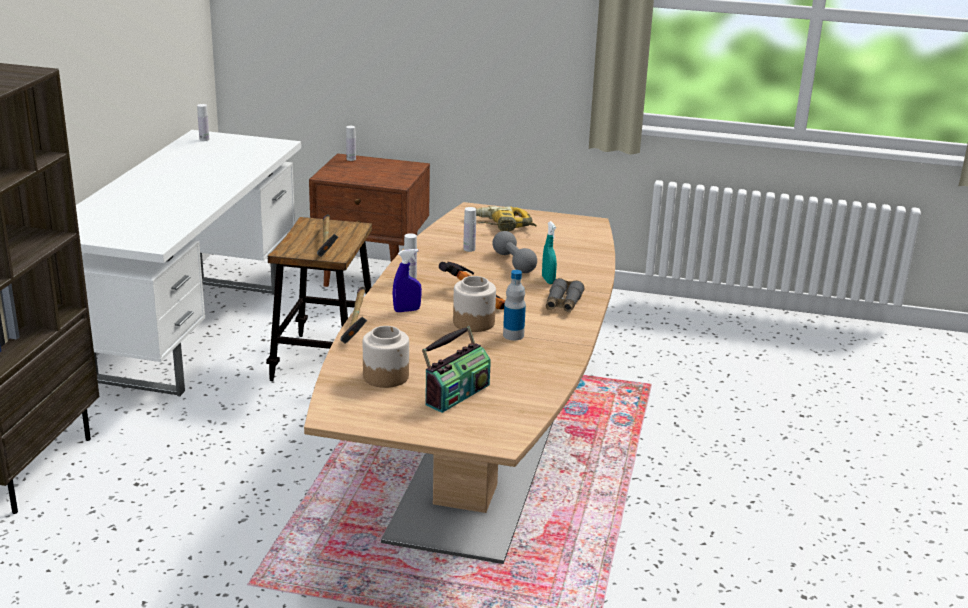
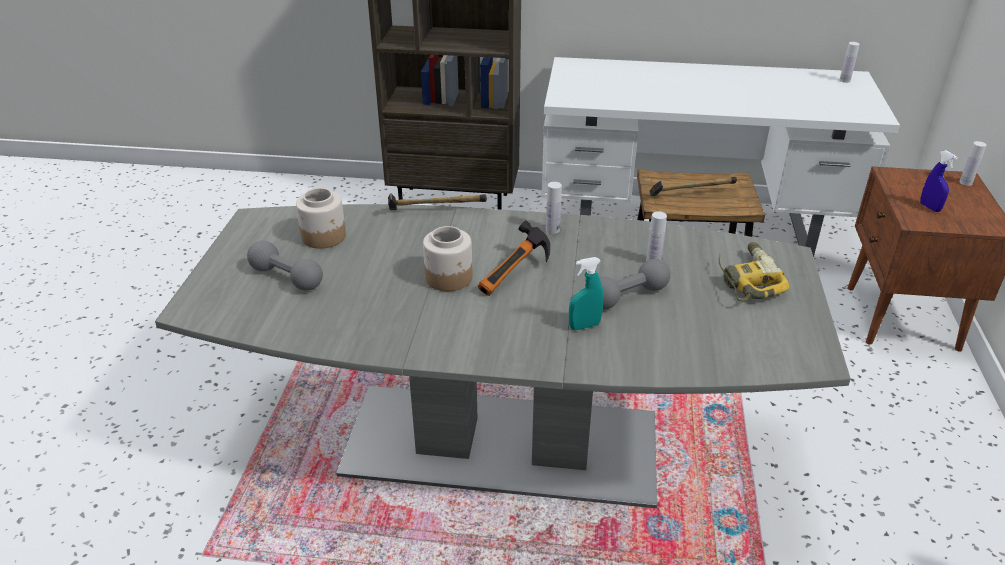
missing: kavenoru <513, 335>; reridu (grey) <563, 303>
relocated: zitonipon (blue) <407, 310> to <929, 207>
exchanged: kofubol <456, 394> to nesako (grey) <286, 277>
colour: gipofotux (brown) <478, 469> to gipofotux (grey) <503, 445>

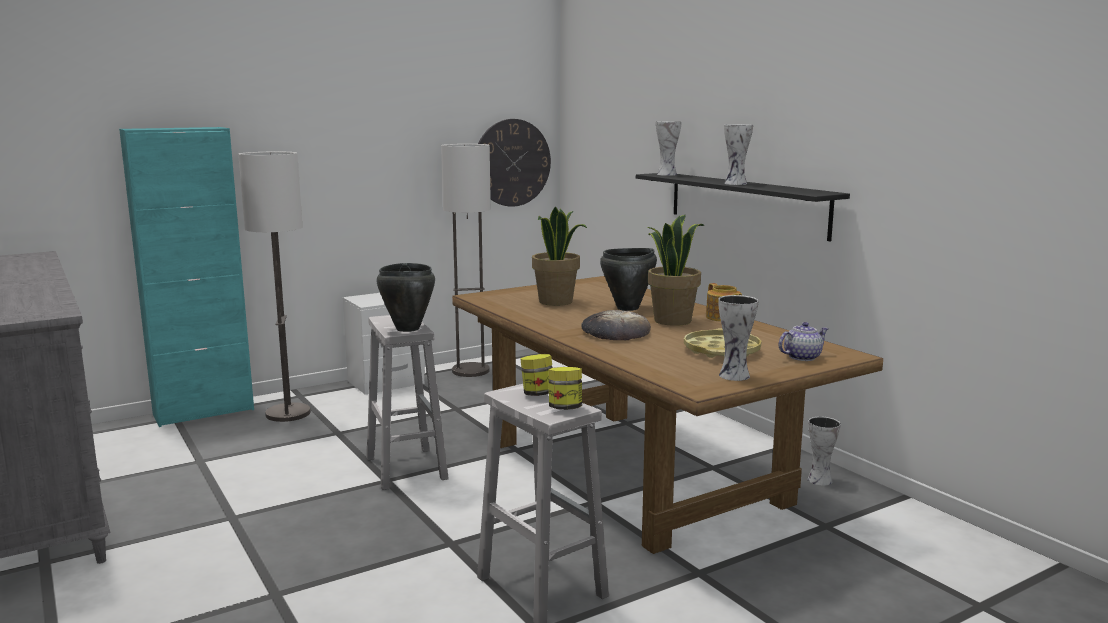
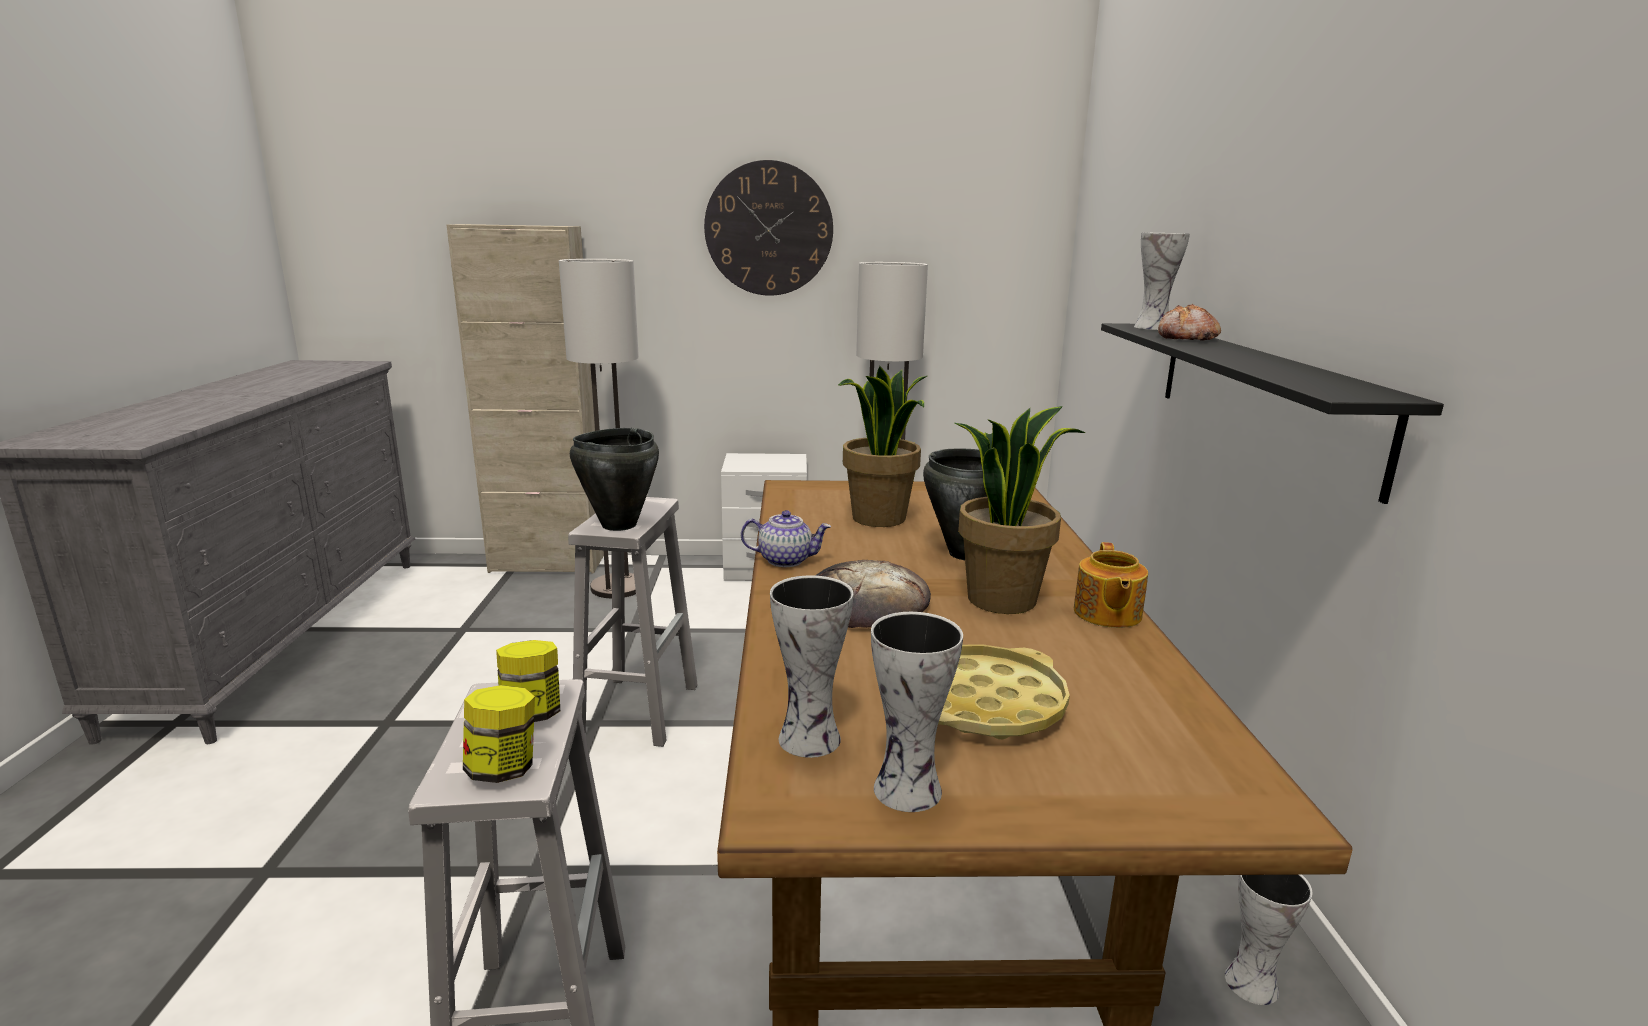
appeared: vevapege <1186, 338>
relocated: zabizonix <512, 163> to <769, 229>; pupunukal <802, 357> to <786, 560>; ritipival <736, 183> to <809, 741>
colour: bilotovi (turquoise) <204, 412> to bilotovi (beige) <547, 564>

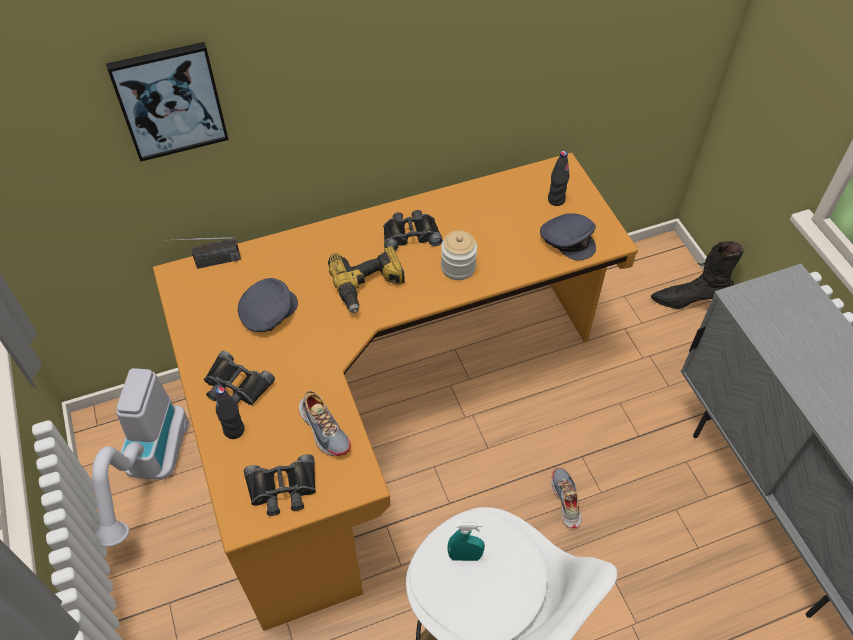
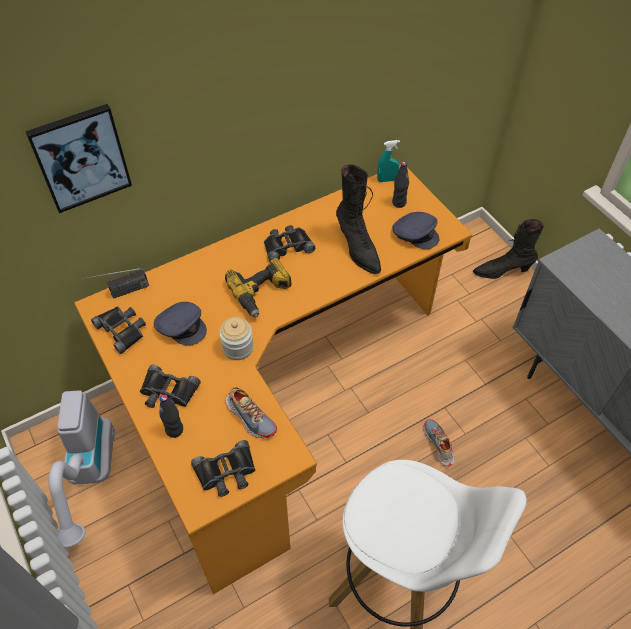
appeared: reridu (black) <122, 330>; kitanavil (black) <357, 249>
relocated: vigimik <458, 267> to <238, 347>; zitonipon (turquoise) <465, 556> to <387, 180>
spun: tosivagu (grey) <268, 312> = <182, 326> 90 degrees clockwise

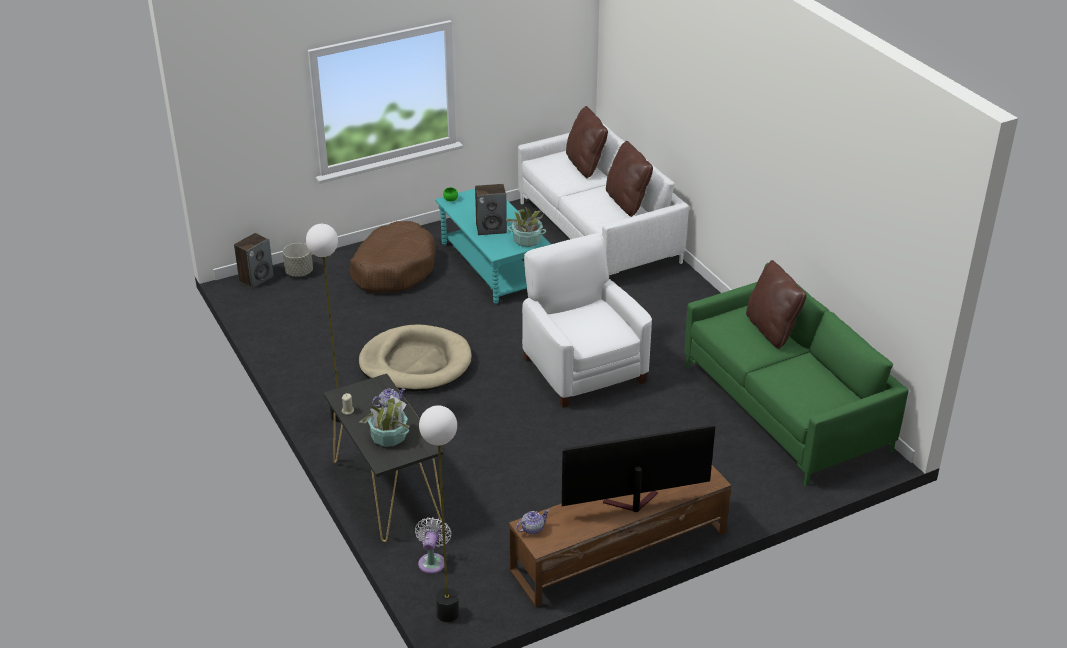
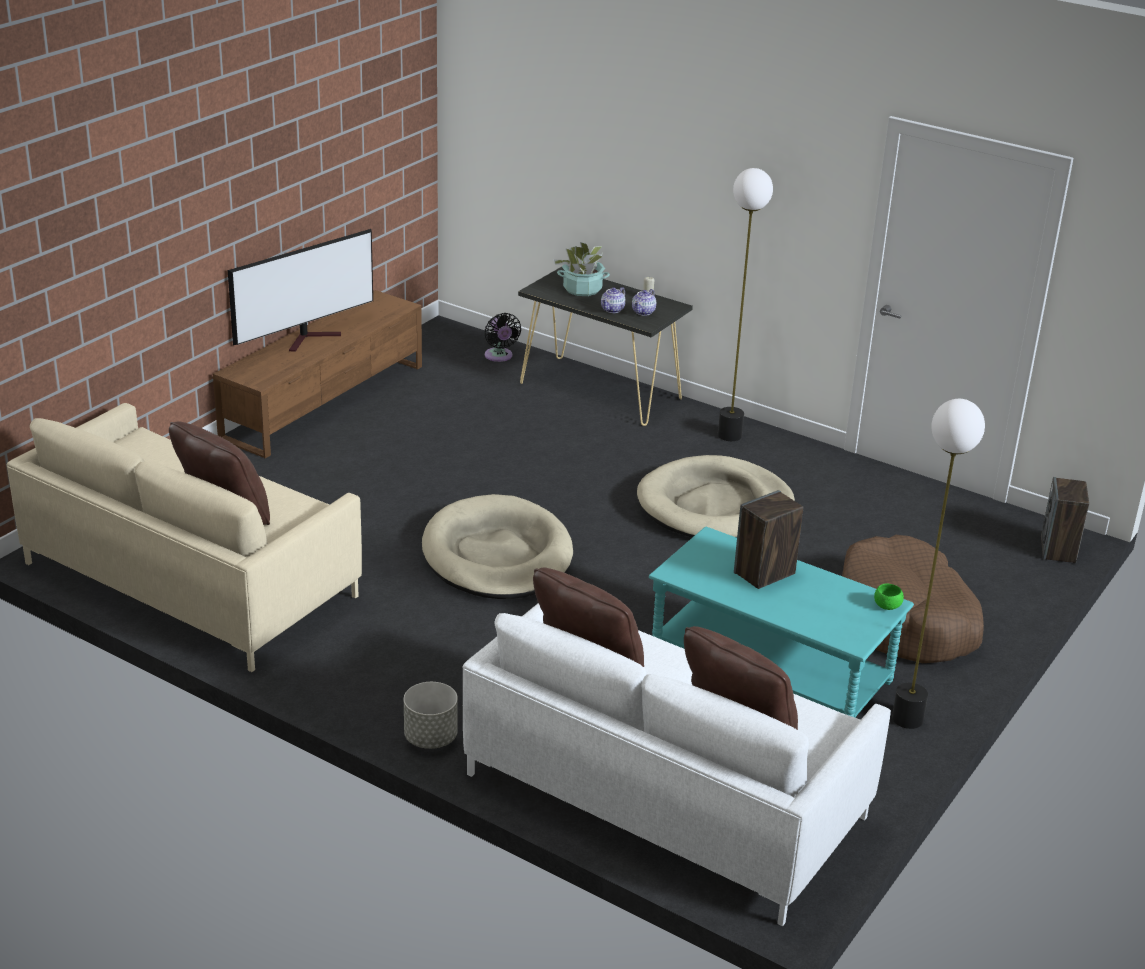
missing: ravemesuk <527, 240>
relocated: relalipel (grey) <299, 272> to <430, 738>; pupunukal <532, 529> to <643, 312>; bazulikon <447, 613> to <908, 718>
exchanged: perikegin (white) <583, 369> to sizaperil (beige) <498, 555>
colour: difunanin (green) <785, 408> to difunanin (beige) <190, 579>; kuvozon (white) <432, 561> to kuvozon (black) <499, 356>

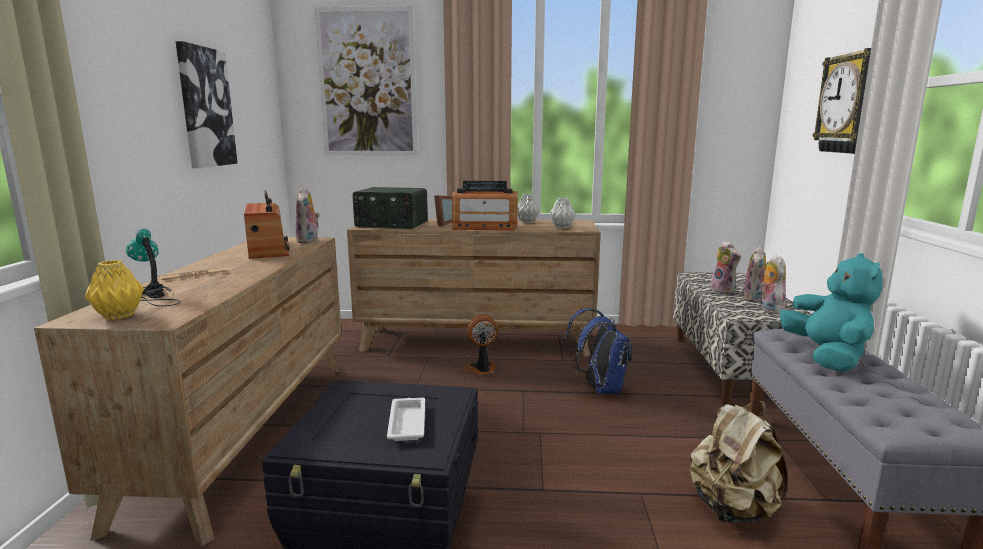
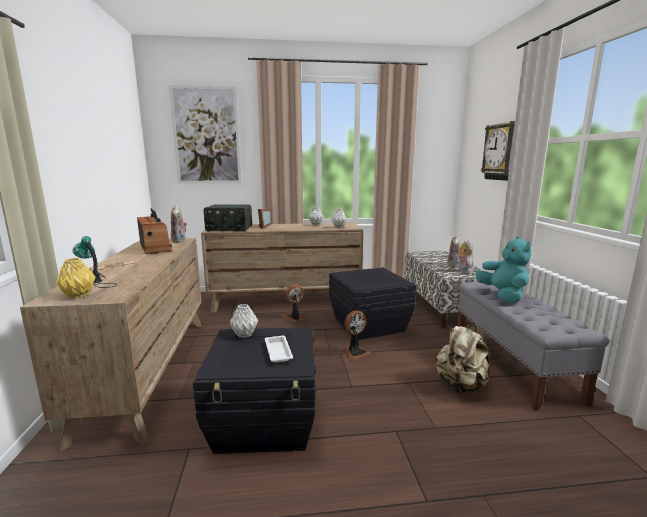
missing: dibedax <205, 107>; kofubol <485, 227>; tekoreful <724, 290>
appeared: ritipival (grey) <245, 334>; kuvozon <355, 353>
exchanged: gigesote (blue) <599, 388> to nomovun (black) <369, 324>

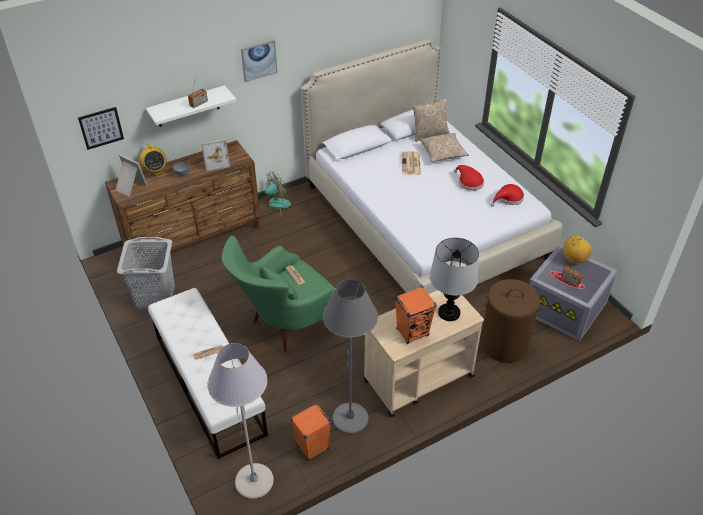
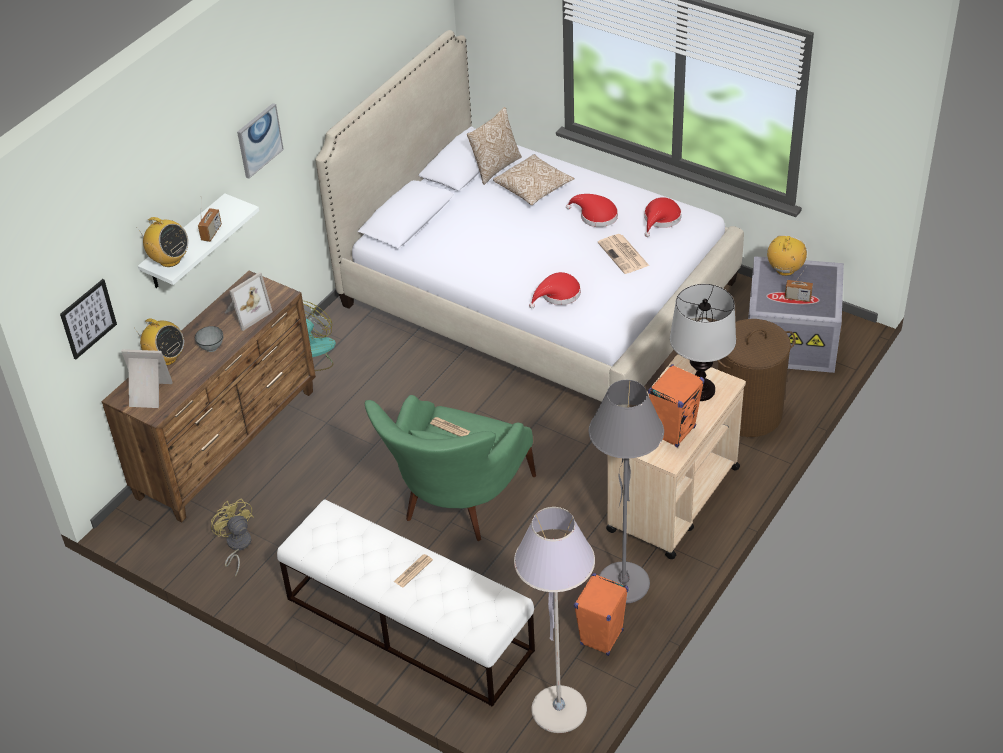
appeared: kofubol <169, 260>; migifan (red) <558, 295>
relocated: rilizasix <411, 164> to <624, 255>
exchanged: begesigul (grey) <155, 297> to kuvozon (yellow) <237, 546>

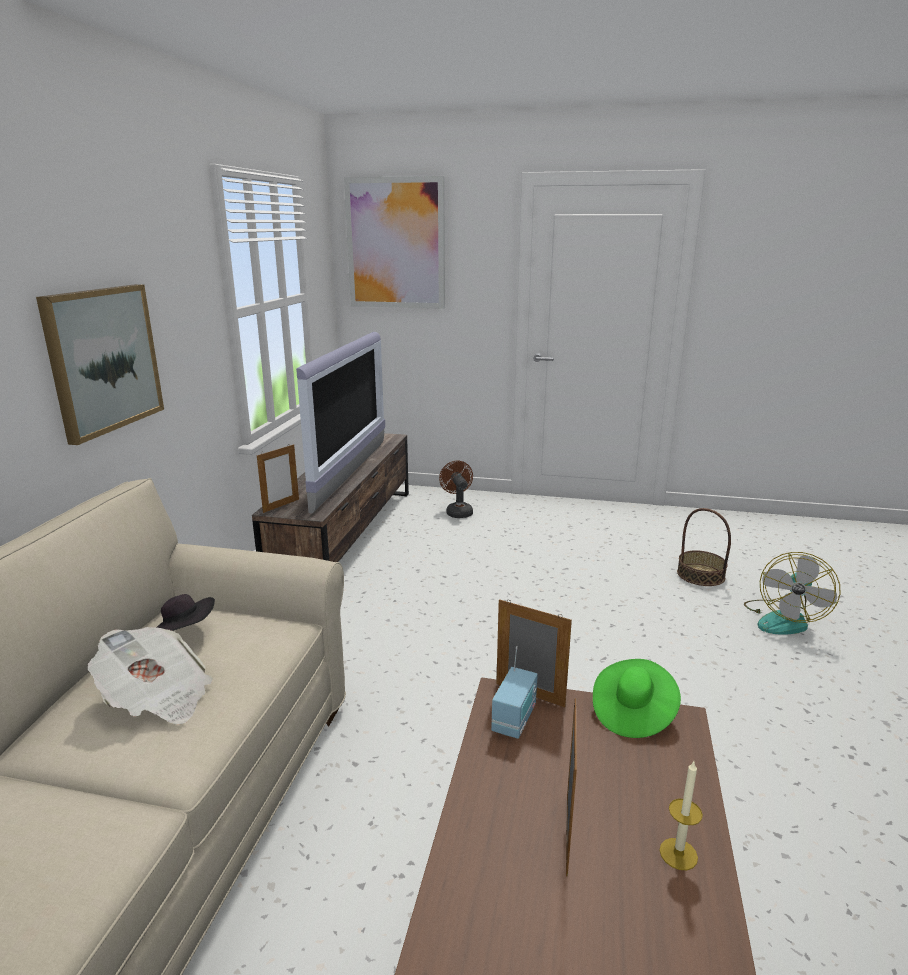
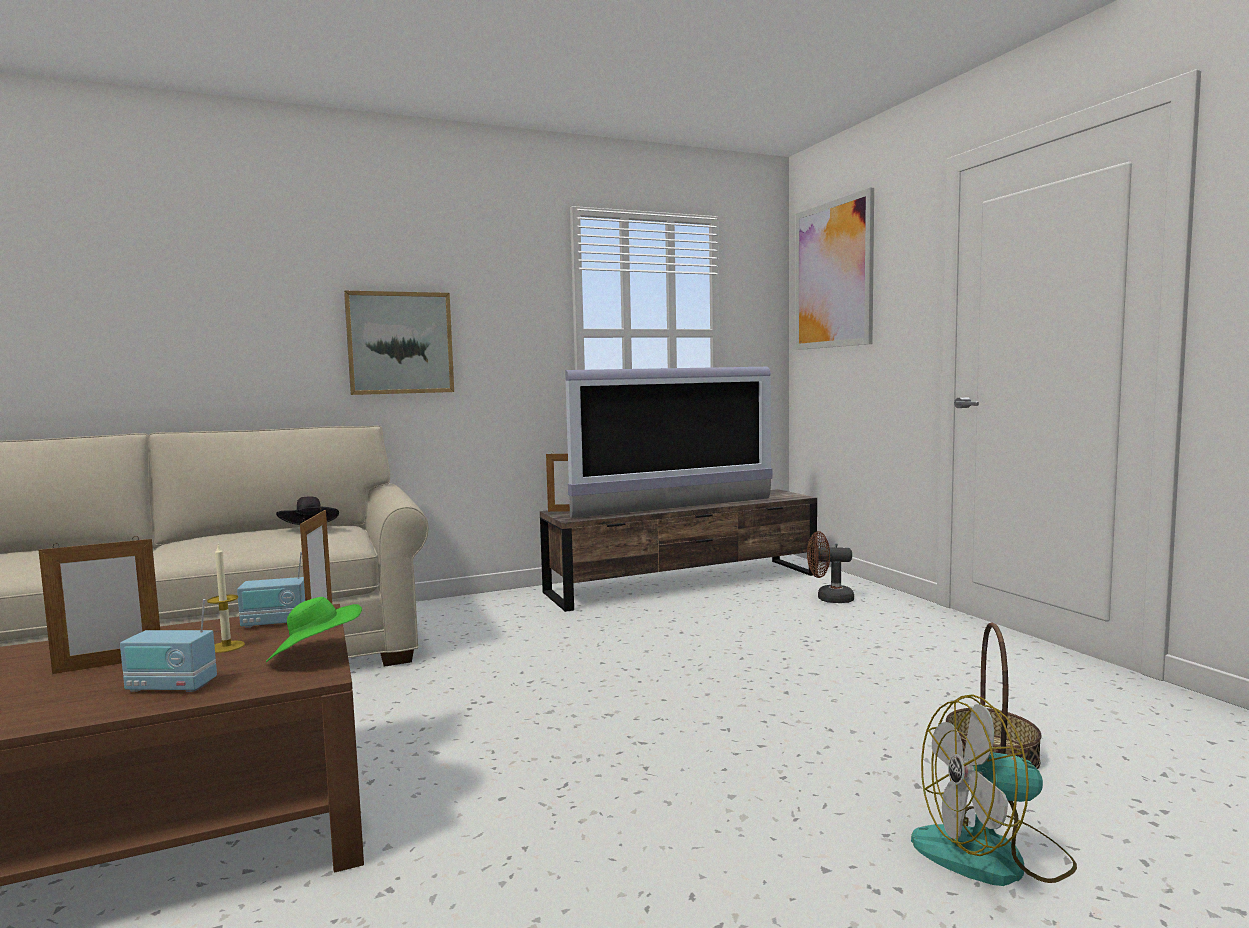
missing: rilizasix <157, 698>
appeared: kofubol <171, 687>
relocated: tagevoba <678, 854> to <226, 647>
spun: kuvozon (brown) <458, 511> = <829, 599> 120 degrees counterclockwise

